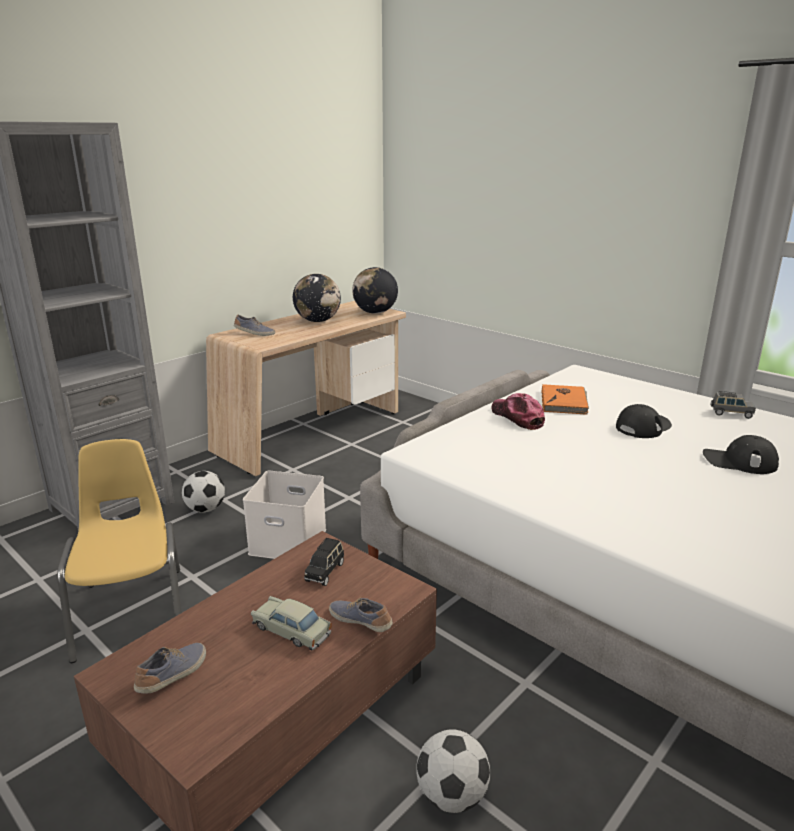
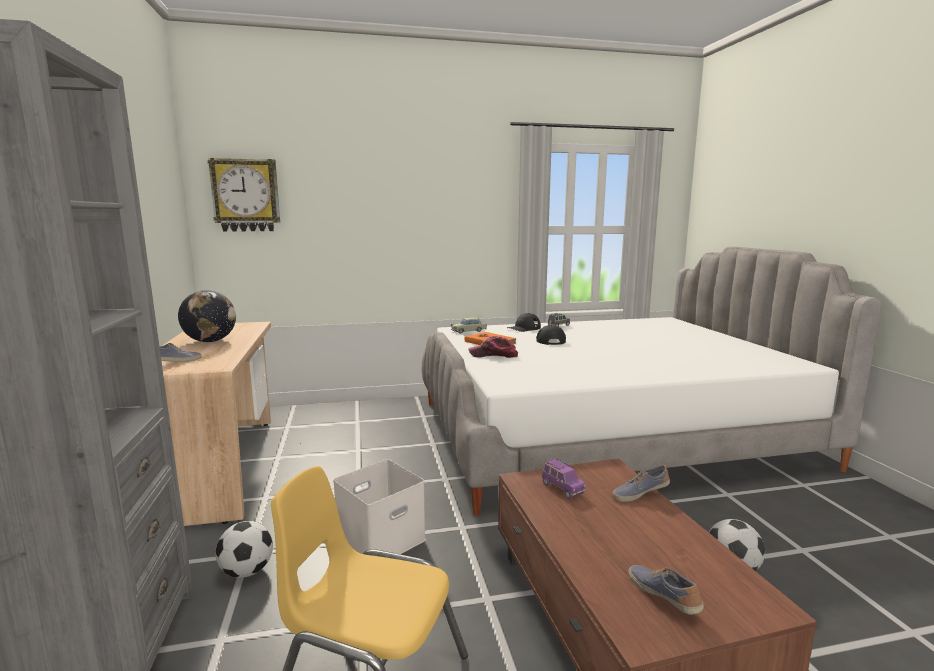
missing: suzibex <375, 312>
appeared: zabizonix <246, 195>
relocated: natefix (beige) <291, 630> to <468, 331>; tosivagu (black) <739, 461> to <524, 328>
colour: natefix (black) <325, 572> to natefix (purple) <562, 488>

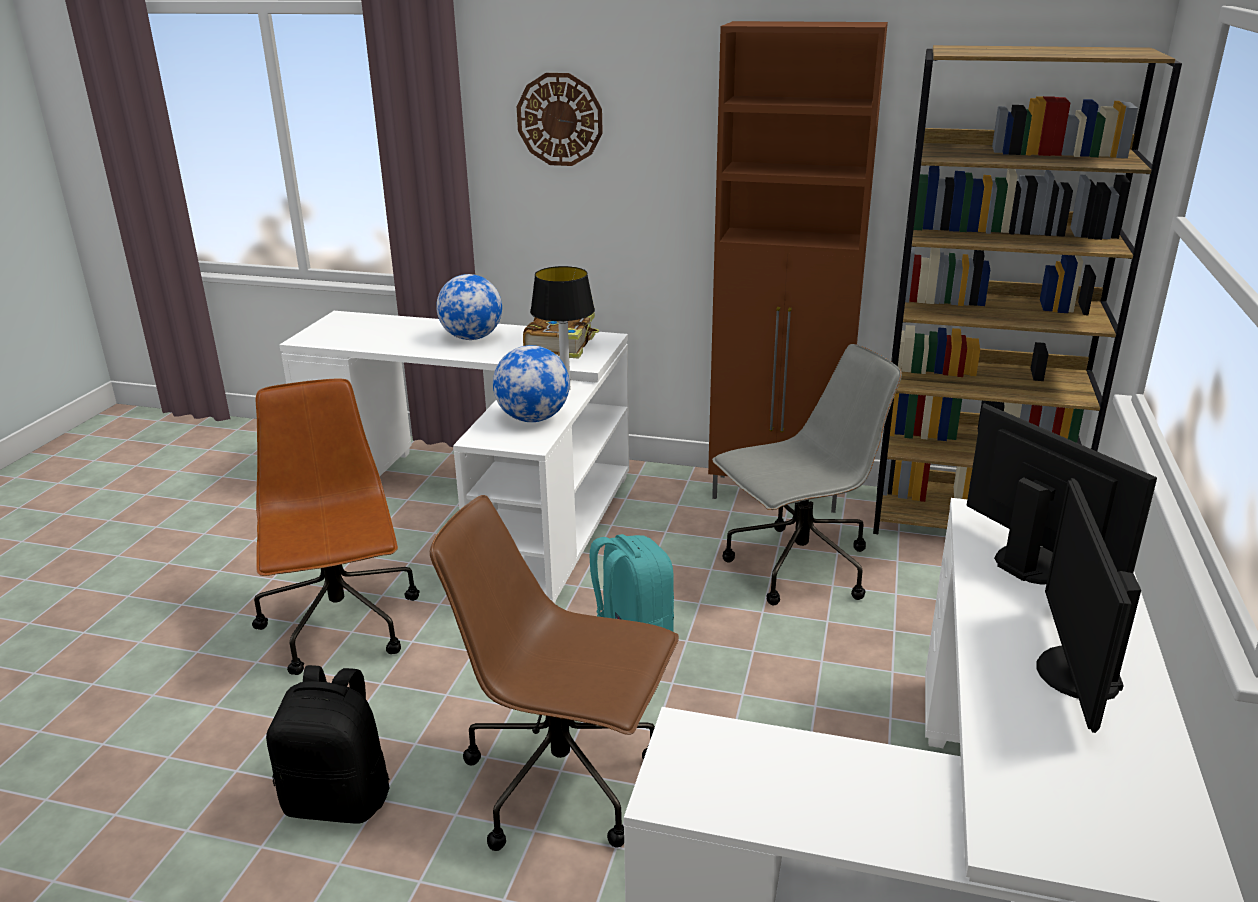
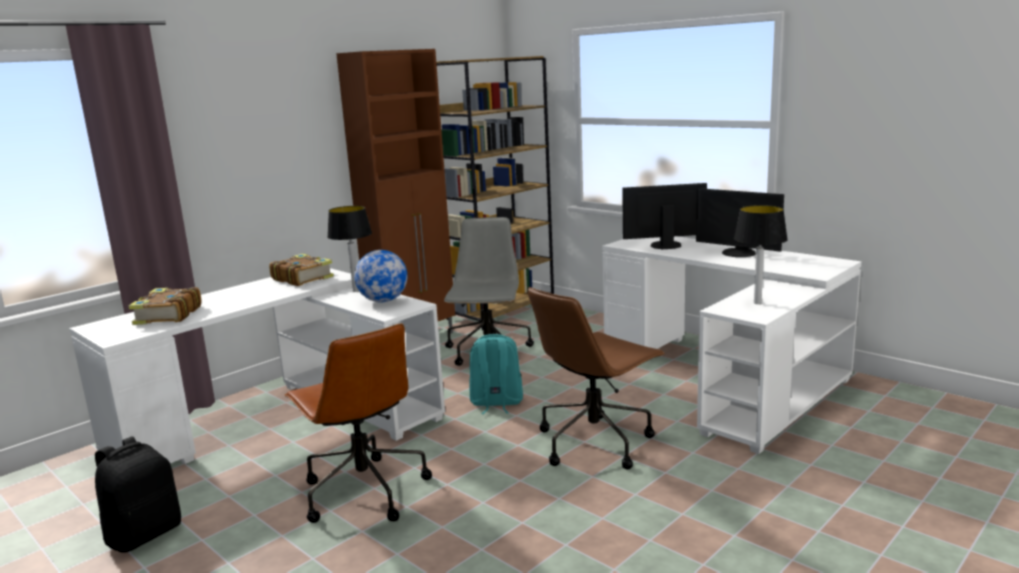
missing: suzibex <471, 338>; zabizonix <560, 119>
appeared: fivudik <167, 316>; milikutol <757, 303>
relocated: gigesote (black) <339, 799> to <144, 534>
spun: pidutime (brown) <341, 627> = <363, 491> 135 degrees counterclockwise

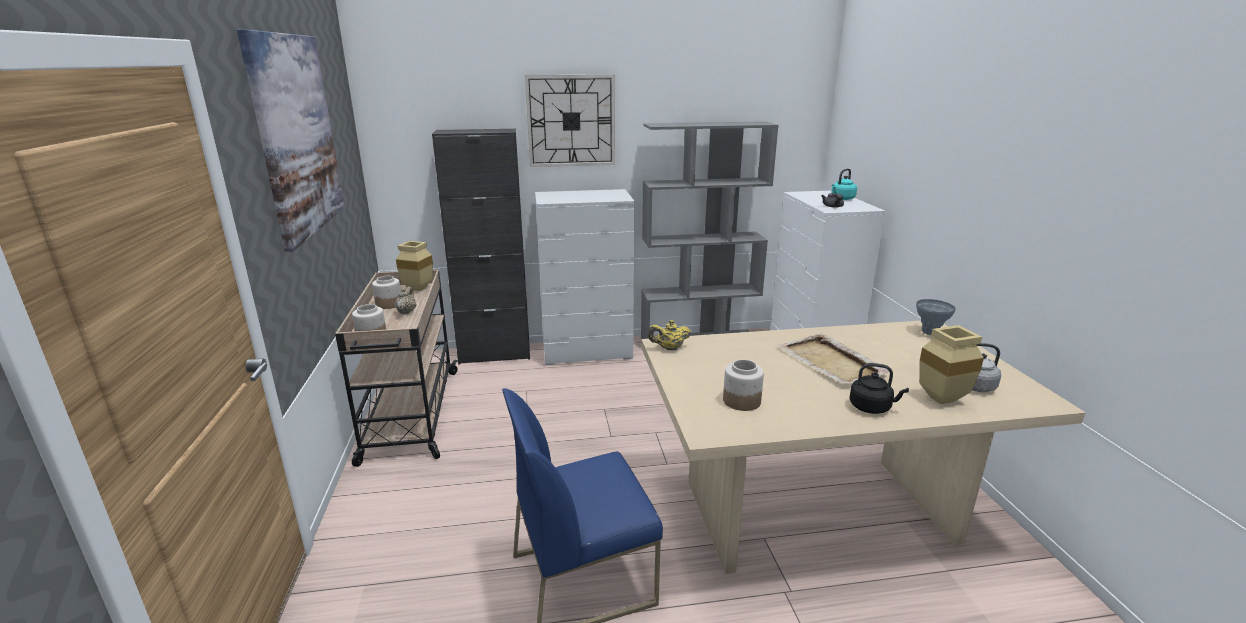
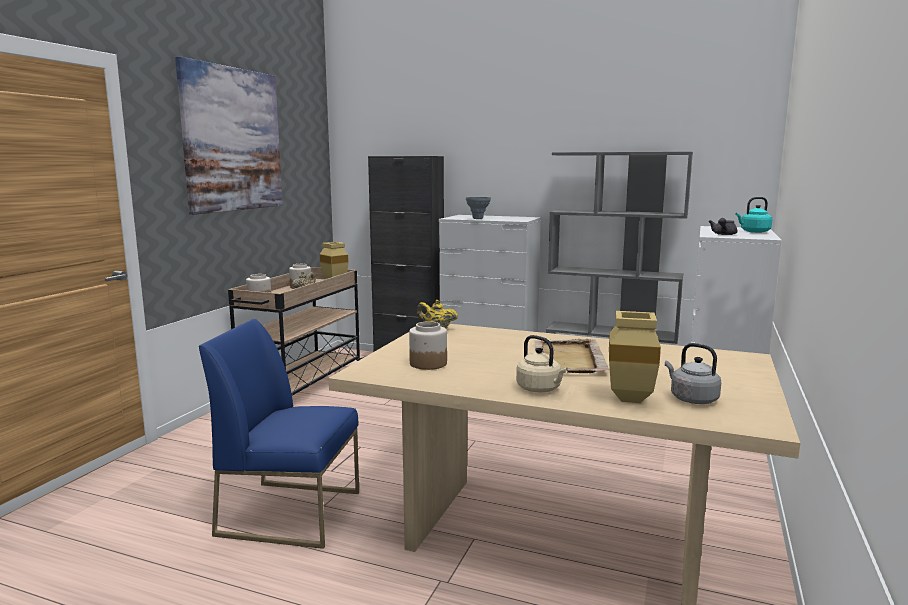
missing: zabizonix <571, 121>
relocated: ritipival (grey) <930, 332> to <478, 218>
colour: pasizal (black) <872, 407> to pasizal (beige) <540, 389>

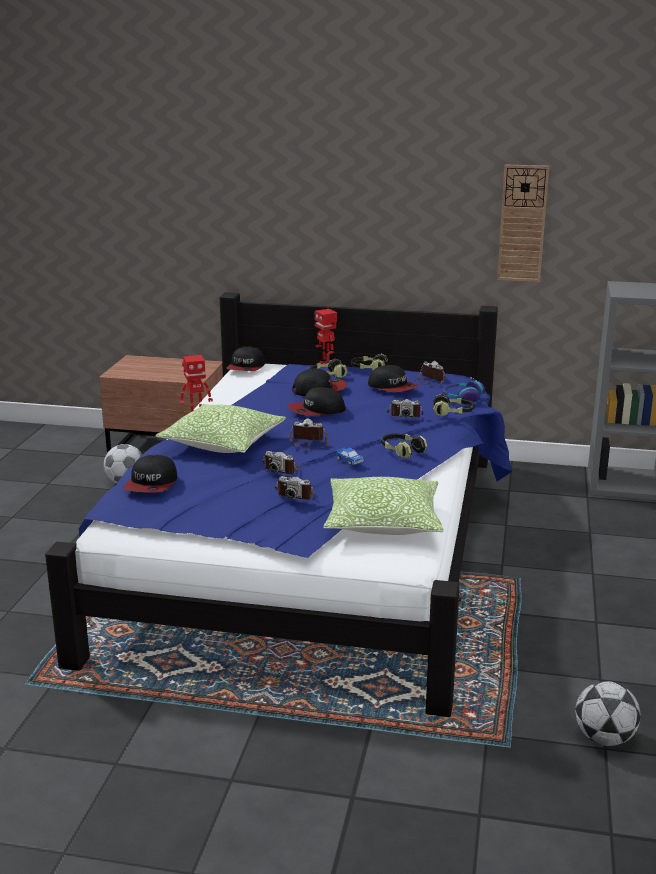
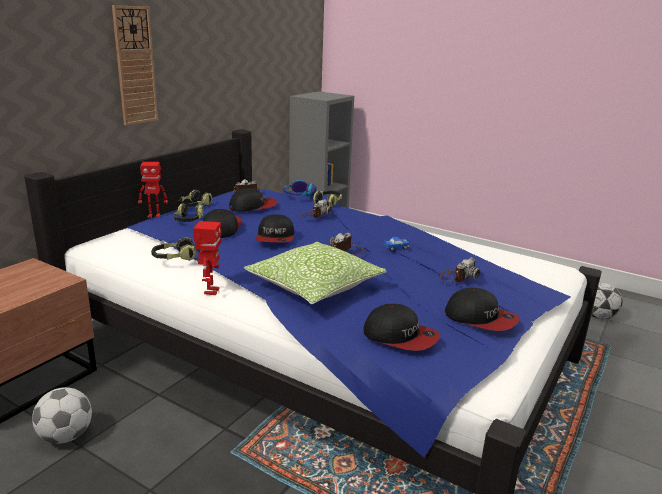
missing: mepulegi <282, 469>; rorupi <383, 522>
relocated: zabizonix <522, 223> to <135, 66>; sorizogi <401, 451> to <174, 258>; tosivagu <246, 367> to <480, 318>

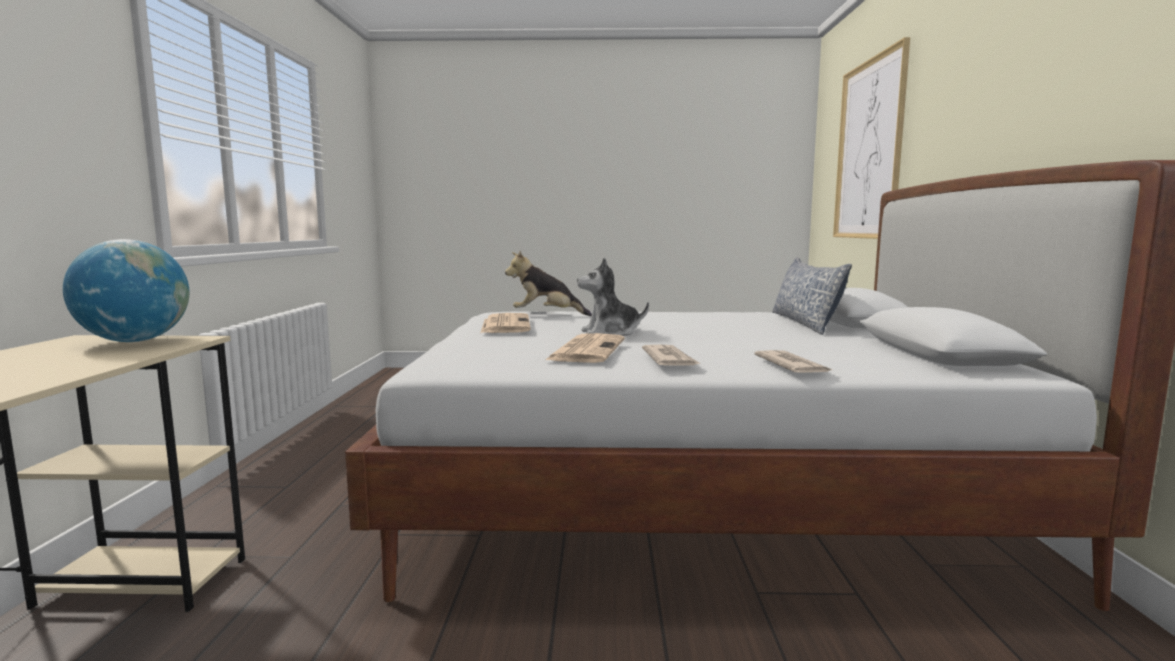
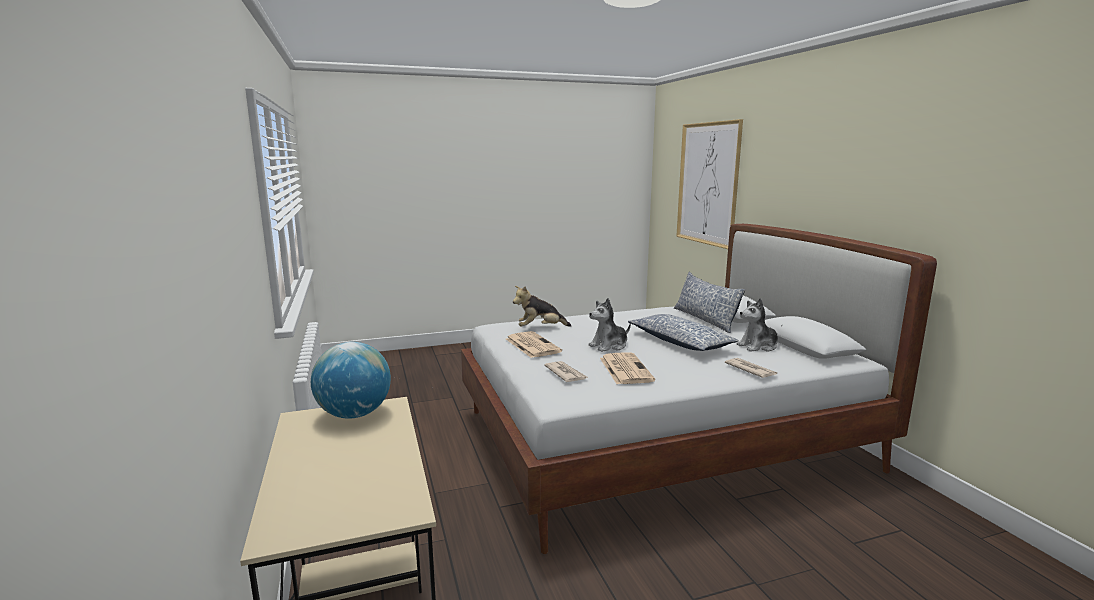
appeared: rorupi <680, 342>; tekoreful <758, 346>
relocated: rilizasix <669, 360> to <565, 374>

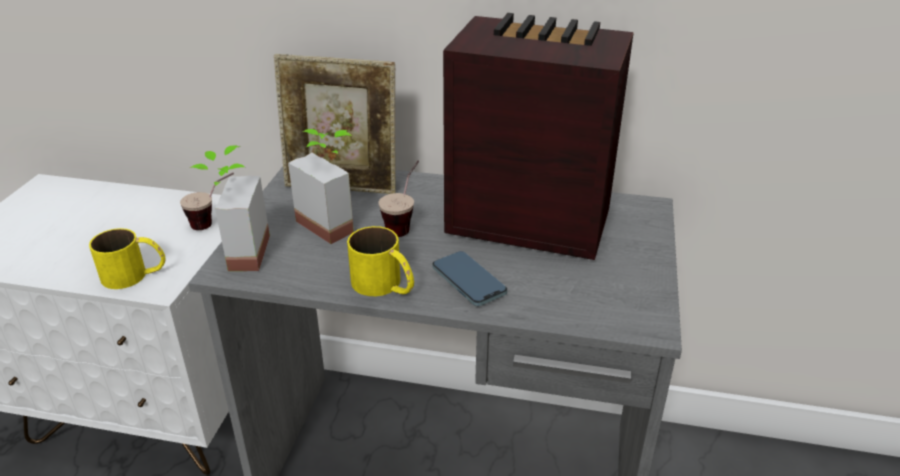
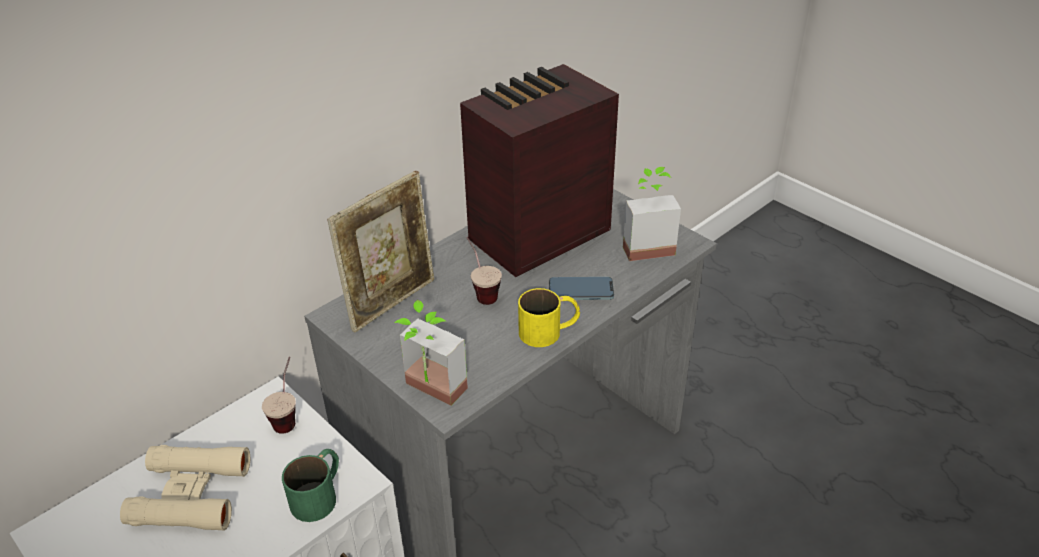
appeared: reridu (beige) <190, 495>
relocated: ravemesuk <334, 222> to <645, 245>
colour: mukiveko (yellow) <135, 274> to mukiveko (green) <320, 493>

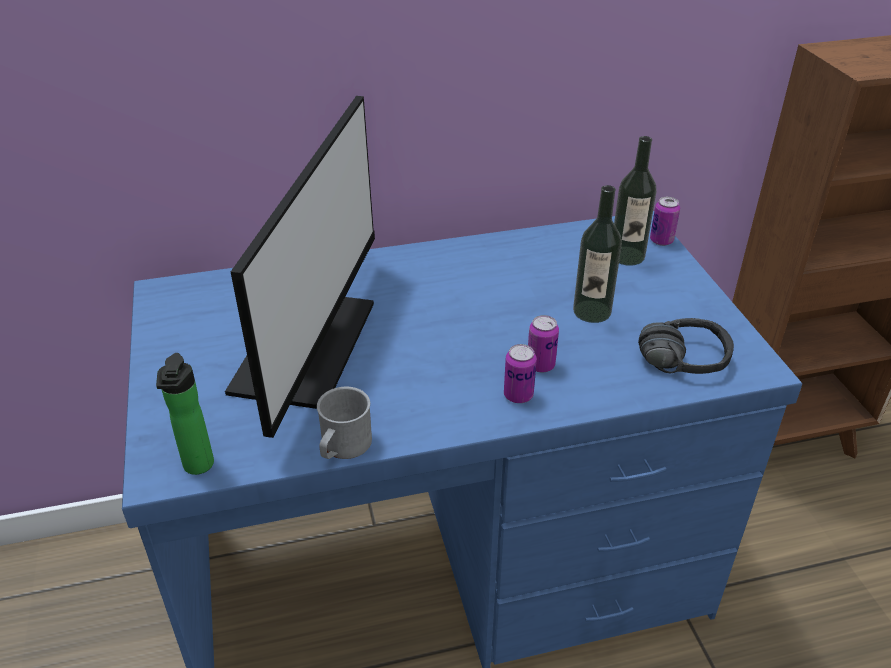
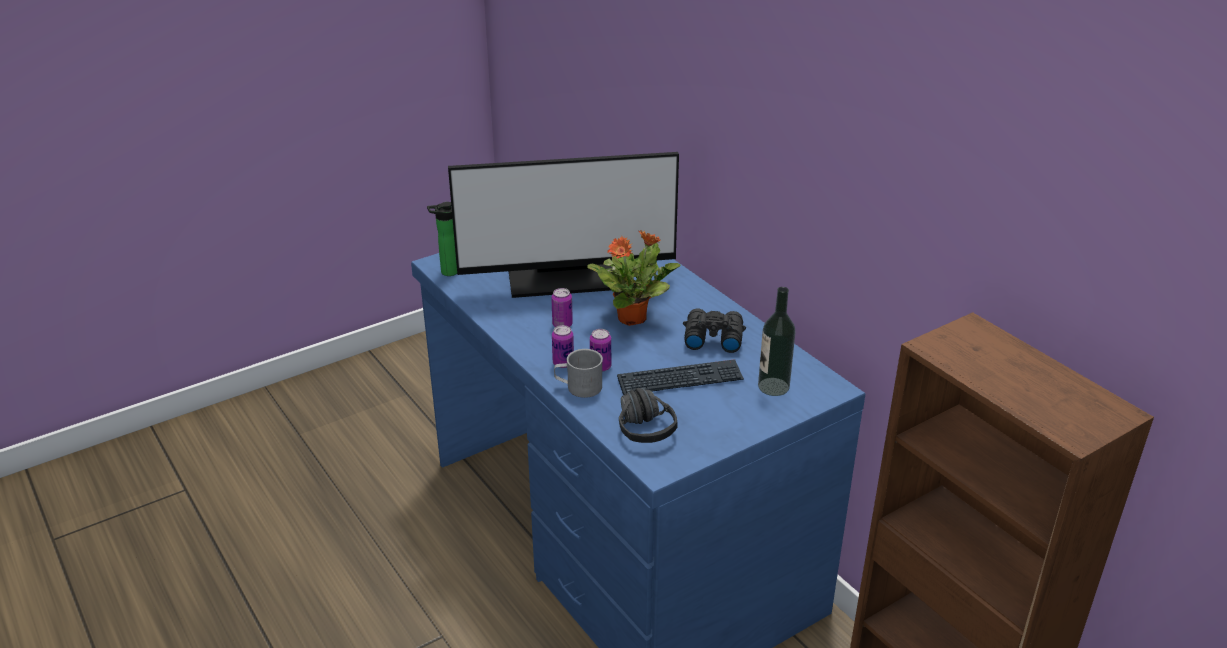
appeared: ravemesuk <633, 318>; reridu (black) <712, 337>
relocated: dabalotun <661, 240> to <562, 325>; mukiveko (grey) <343, 447> to <578, 387>
exchanged: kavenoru <592, 311> to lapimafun <680, 379>

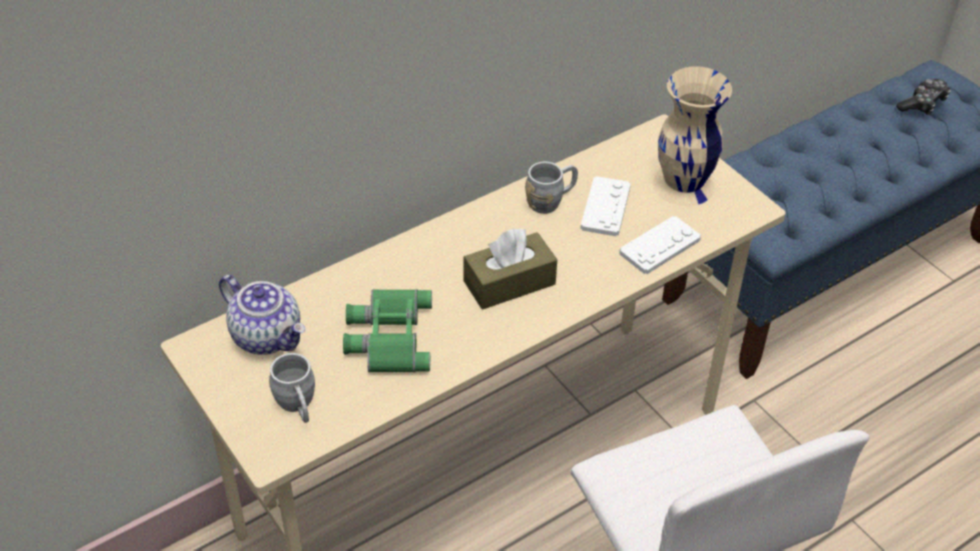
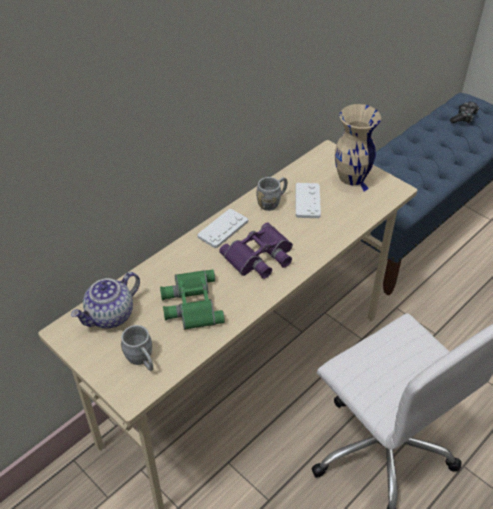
relocated: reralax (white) <660, 246> to <223, 229>
exchanged: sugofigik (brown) <509, 283> to reridu (purple) <260, 257>
spun: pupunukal <268, 336> = <110, 316> 105 degrees clockwise

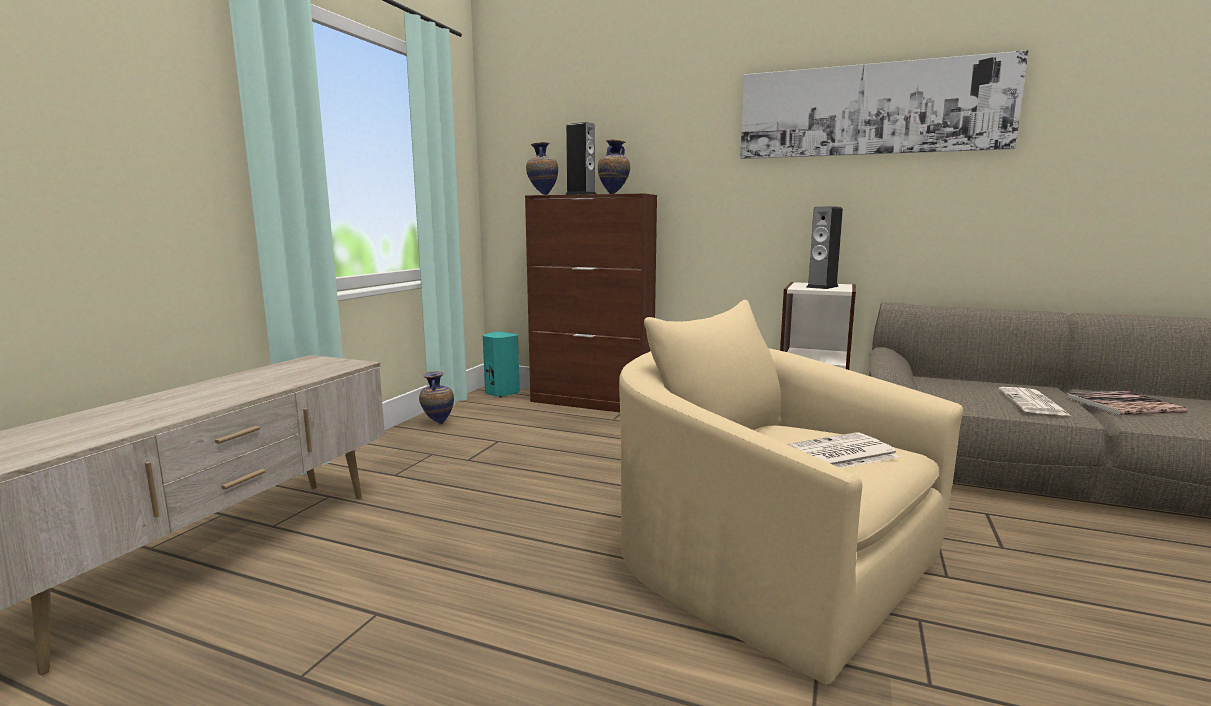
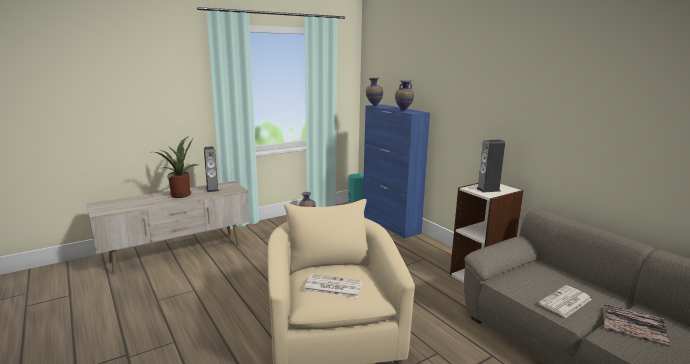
missing: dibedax <871, 110>
appeared: ravemesuk <179, 194>
relocated: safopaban <581, 194> to <212, 189>
colour: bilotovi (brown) <592, 403> to bilotovi (blue) <390, 224>

